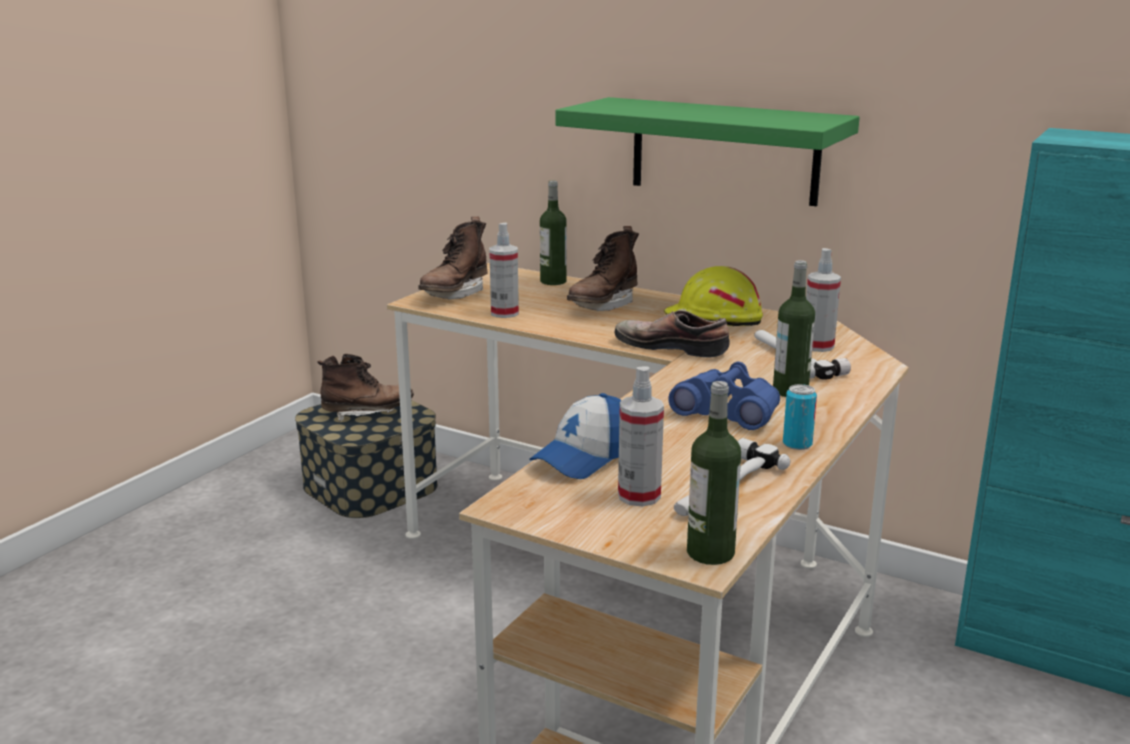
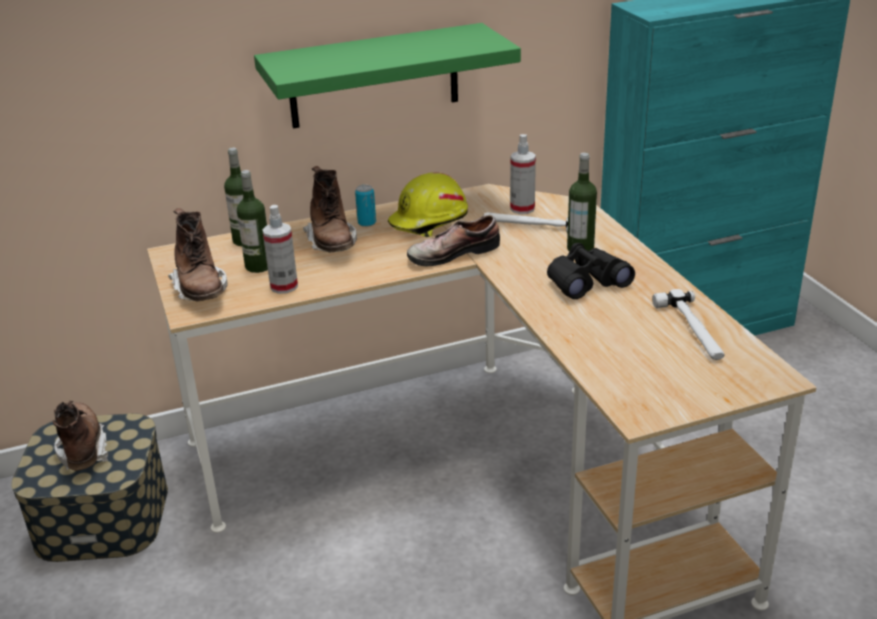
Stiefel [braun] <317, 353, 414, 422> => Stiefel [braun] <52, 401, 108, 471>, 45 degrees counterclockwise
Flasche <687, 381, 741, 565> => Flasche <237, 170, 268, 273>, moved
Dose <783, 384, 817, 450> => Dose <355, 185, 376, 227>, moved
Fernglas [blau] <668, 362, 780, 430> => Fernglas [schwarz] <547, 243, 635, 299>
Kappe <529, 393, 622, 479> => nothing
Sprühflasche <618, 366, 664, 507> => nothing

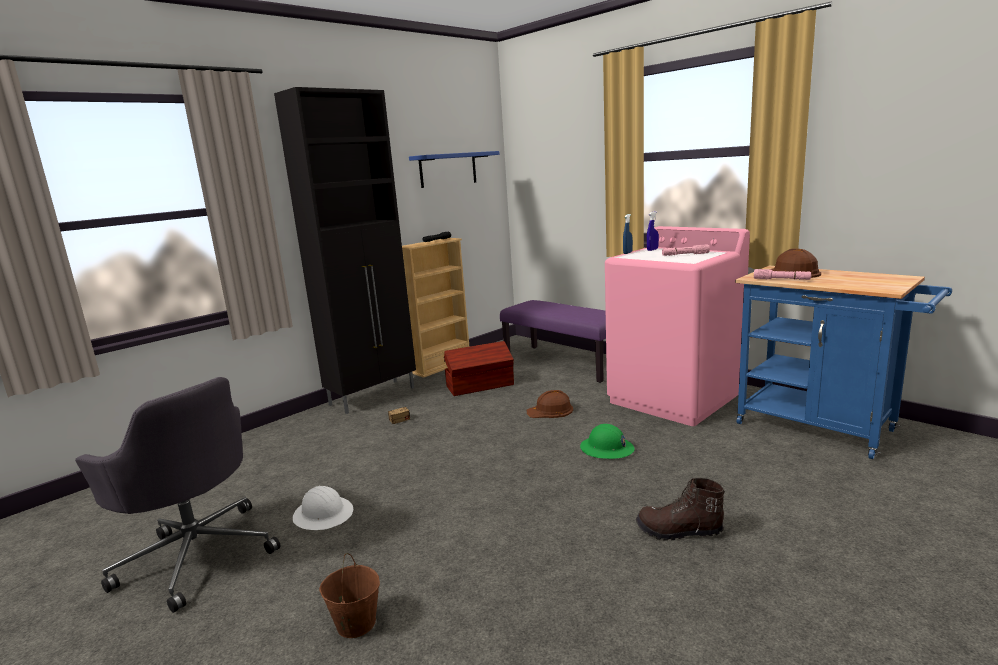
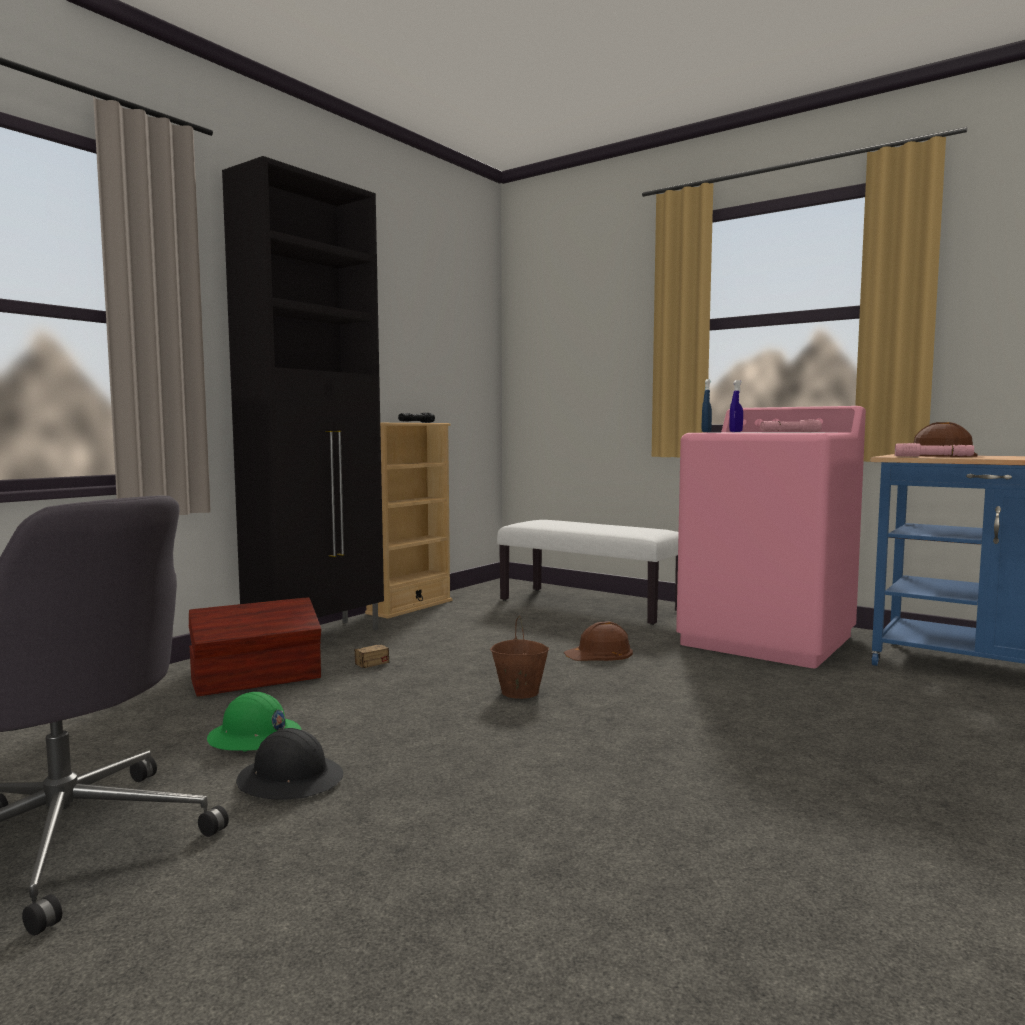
Aufbewahrungsbox [braun] <444, 341, 514, 396> => Aufbewahrungsbox [braun] <189, 597, 321, 696>, moved
Schutzhelm [grün] <580, 424, 635, 459> => Schutzhelm [grün] <207, 692, 301, 752>, moved
Schutzhelm [weiß] <293, 486, 353, 530> => Schutzhelm [schwarz] <236, 728, 343, 800>
Eimer [braun] <319, 553, 380, 638> => Eimer [braun] <490, 616, 549, 699>, moved
Bank [lila] <500, 300, 606, 383> => Bank [weiß] <497, 520, 679, 625>
Wandregal [blau] <409, 151, 500, 188> => nothing
Stiefel [braun] <636, 478, 725, 541> => nothing

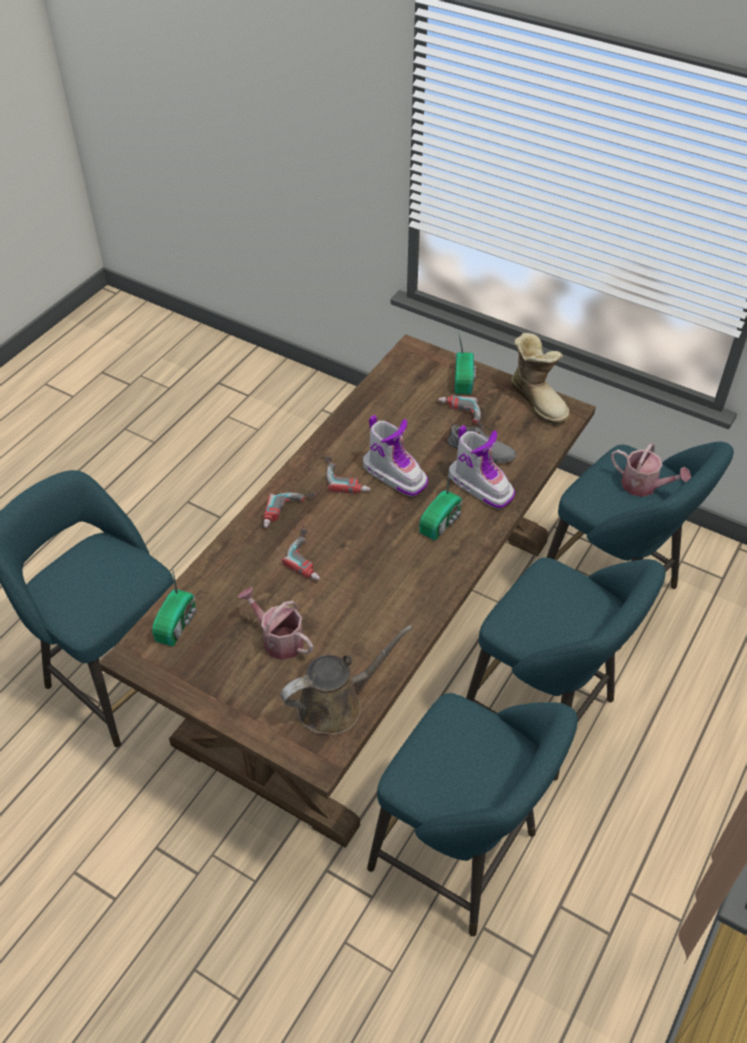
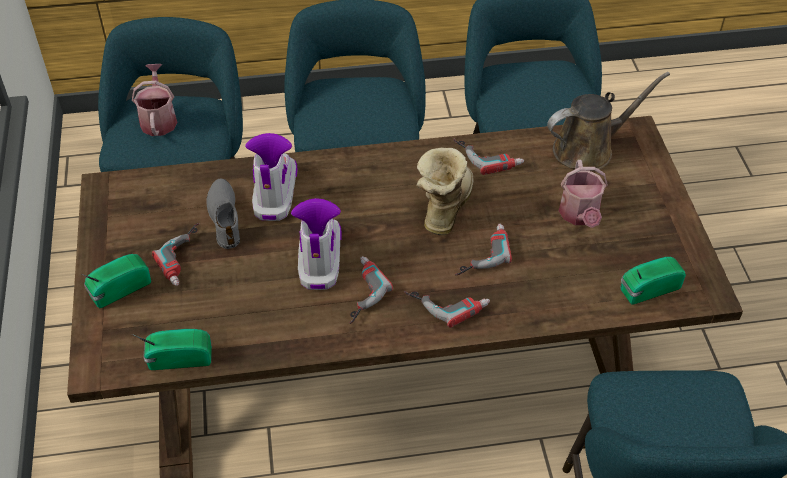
Radio <419, 467, 462, 540> => Radio <132, 329, 212, 370>, moved
Stiefel <511, 333, 570, 425> => Stiefel <416, 148, 474, 235>, moved
nothing => Bohrmaschine <453, 139, 524, 175>
Gießkanne [braun] <281, 625, 413, 735> => Gießkanne [braun] <547, 72, 670, 171>, 135 degrees clockwise

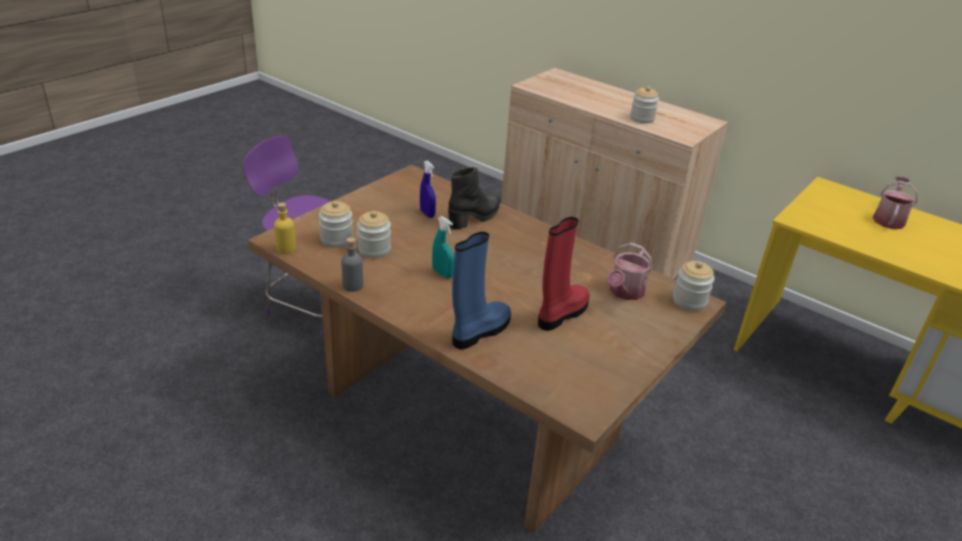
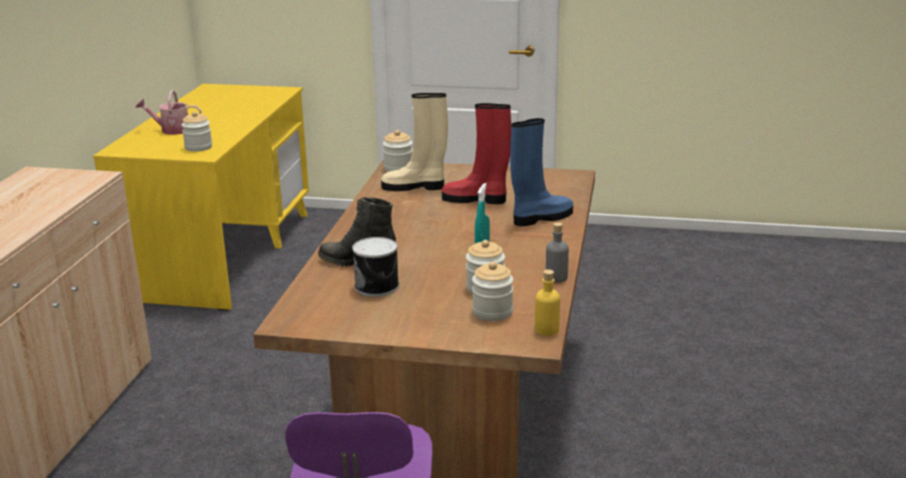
Vorratsglas <630, 86, 659, 123> => Vorratsglas <182, 111, 212, 151>, moved
Sprühflasche [blau] <420, 160, 436, 218> => Dose <352, 237, 399, 297>
Gießkanne <608, 243, 652, 300> => Stiefel [beige] <381, 93, 448, 191>
Stiefel [blau] <452, 232, 511, 349> => Stiefel [blau] <510, 118, 573, 226>, 135 degrees clockwise

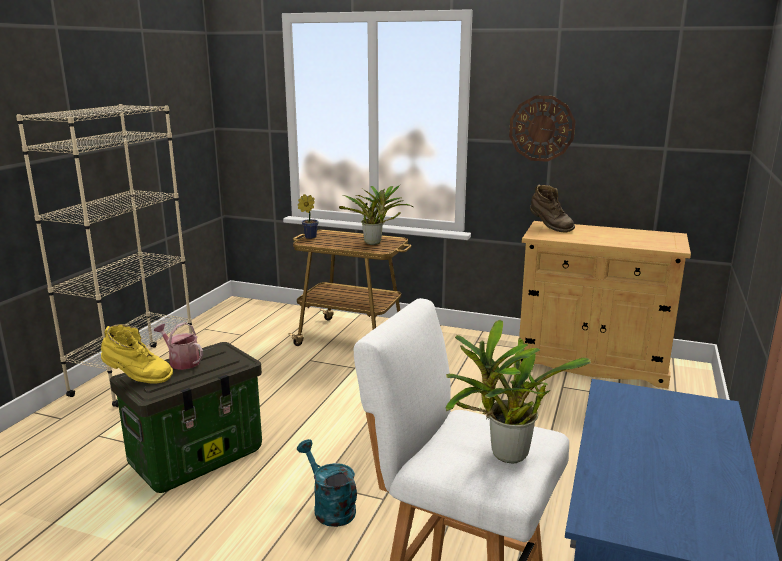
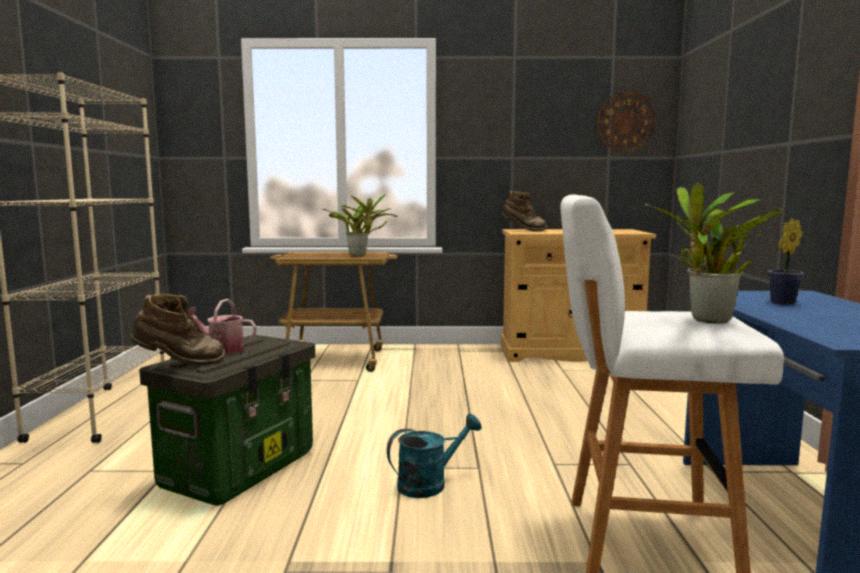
Stiefel [gelb] <101, 324, 173, 383> => Stiefel [braun] <131, 294, 225, 365>
Gießkanne [türkis] <297, 439, 357, 527> => Gießkanne [türkis] <387, 414, 482, 498>, 120 degrees clockwise
Wanduhr <509, 96, 576, 162> => Wanduhr <597, 92, 656, 152>, moved
Topfpflanze <297, 194, 319, 239> => Topfpflanze <768, 218, 804, 305>, moved

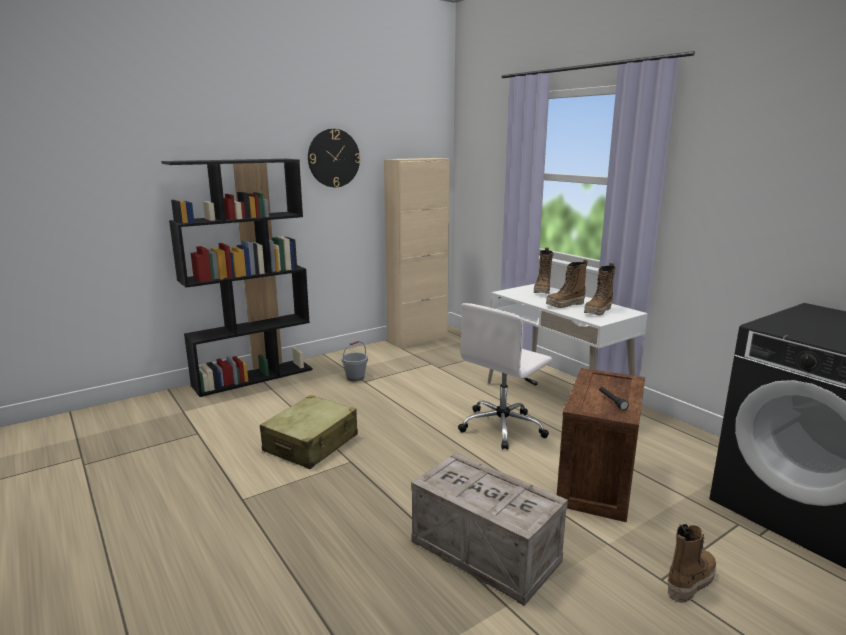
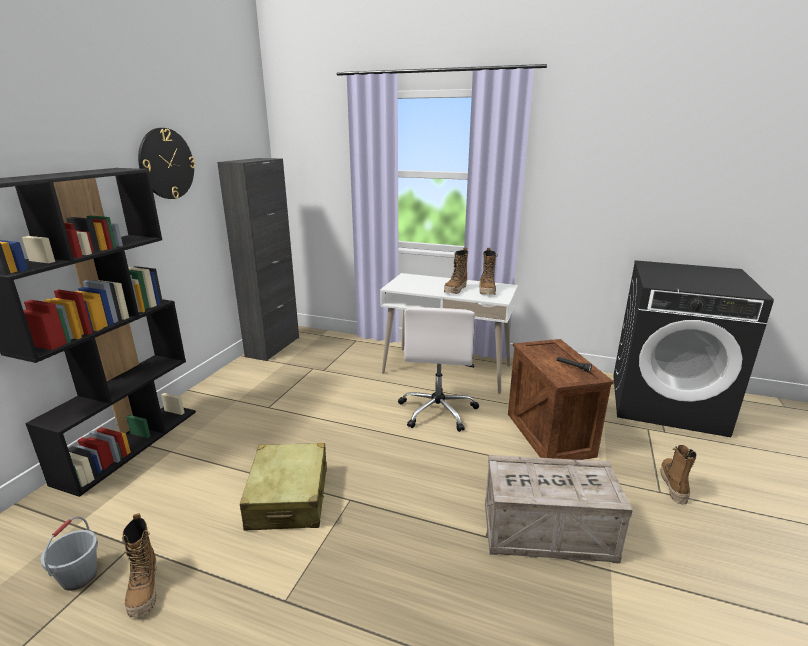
Eimer [grau] <341, 341, 368, 381> => Eimer [grau] <40, 517, 98, 591>, moved
Stiefel <534, 247, 554, 294> => Stiefel <122, 513, 157, 617>, moved
Schrank [beige] <384, 158, 450, 349> => Schrank [schwarz] <217, 158, 299, 361>

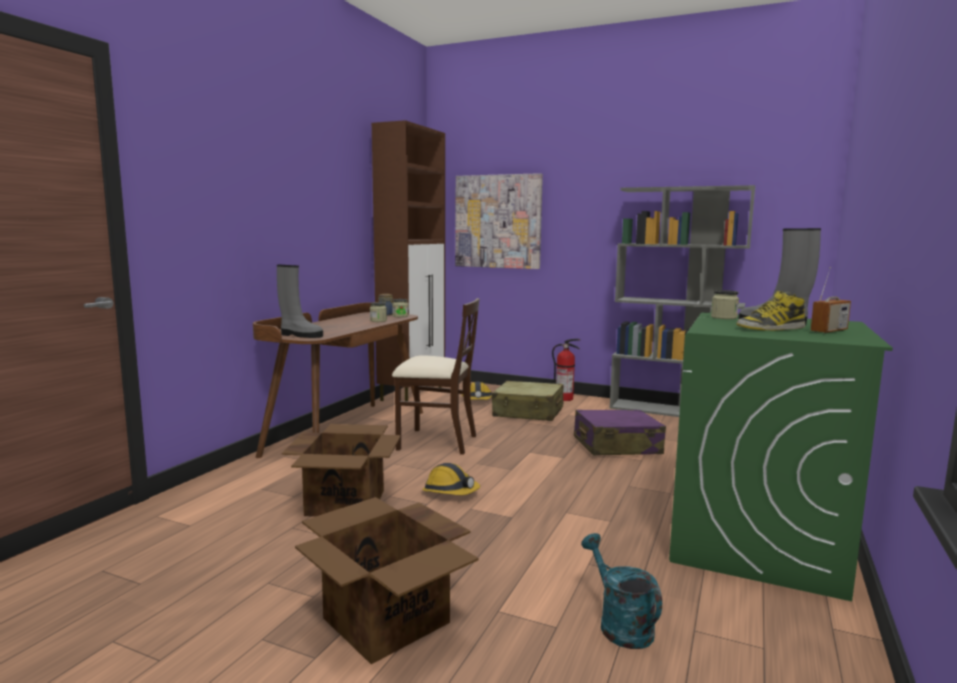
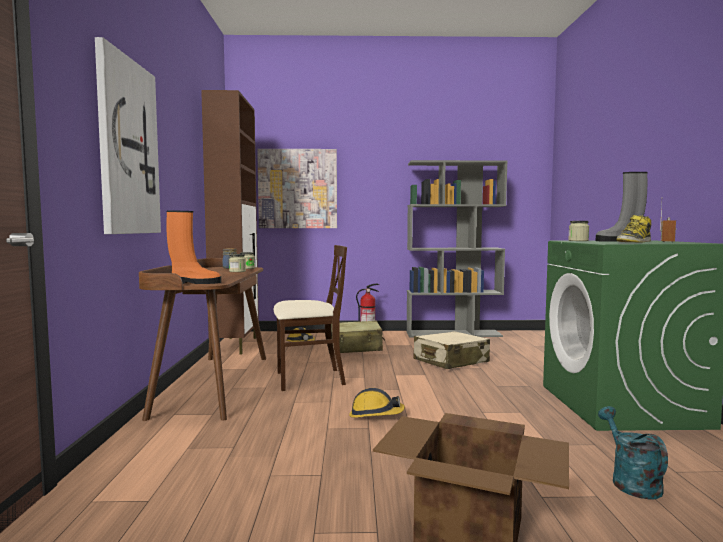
nothing => Bild <95, 37, 161, 234>
Stiefel [grau] <277, 265, 323, 338> => Stiefel [orange] <167, 210, 221, 284>
Koffer [lila] <574, 410, 666, 455> => Koffer [beige] <413, 331, 490, 369>
Gießkanne [türkis] <581, 533, 662, 649> => Gießkanne [türkis] <598, 406, 668, 500>, 45 degrees clockwise
Karton <281, 424, 401, 517> => nothing

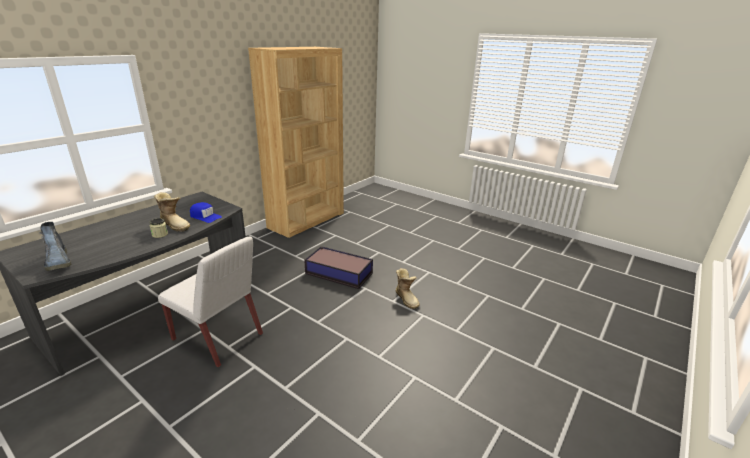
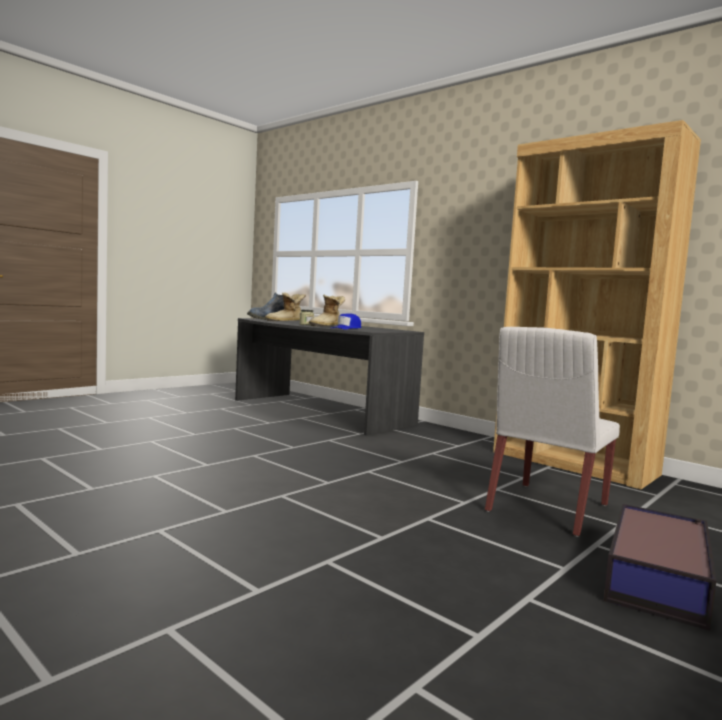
Stiefel <396, 268, 420, 309> => Stiefel <265, 292, 306, 321>, moved
Stuhl [weiß] <158, 236, 263, 367> => Stuhl [weiß] <485, 327, 620, 537>, moved
Aufbewahrungsbox <304, 246, 373, 289> => Aufbewahrungsbox <604, 504, 716, 631>, moved

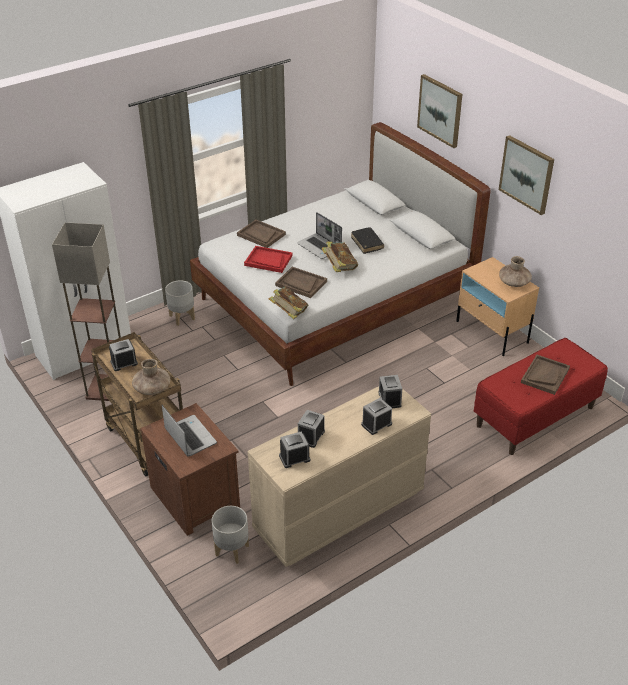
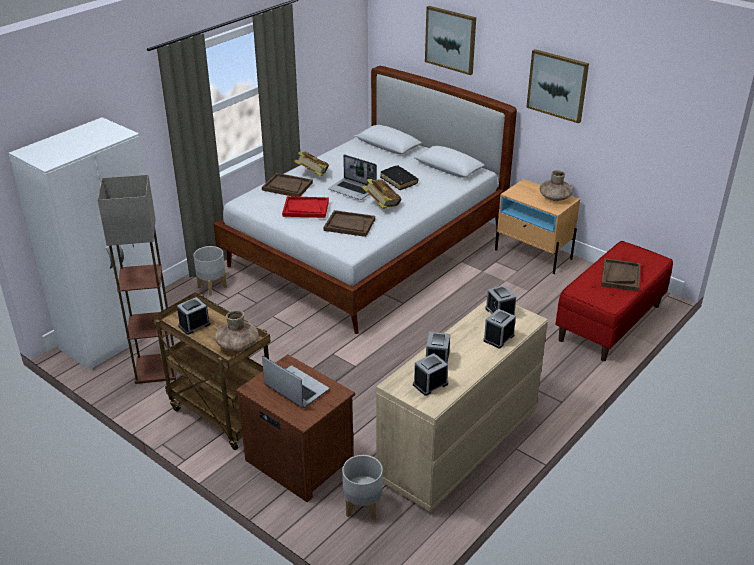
Buch <269, 286, 308, 319> => Buch <294, 152, 329, 176>, moved

